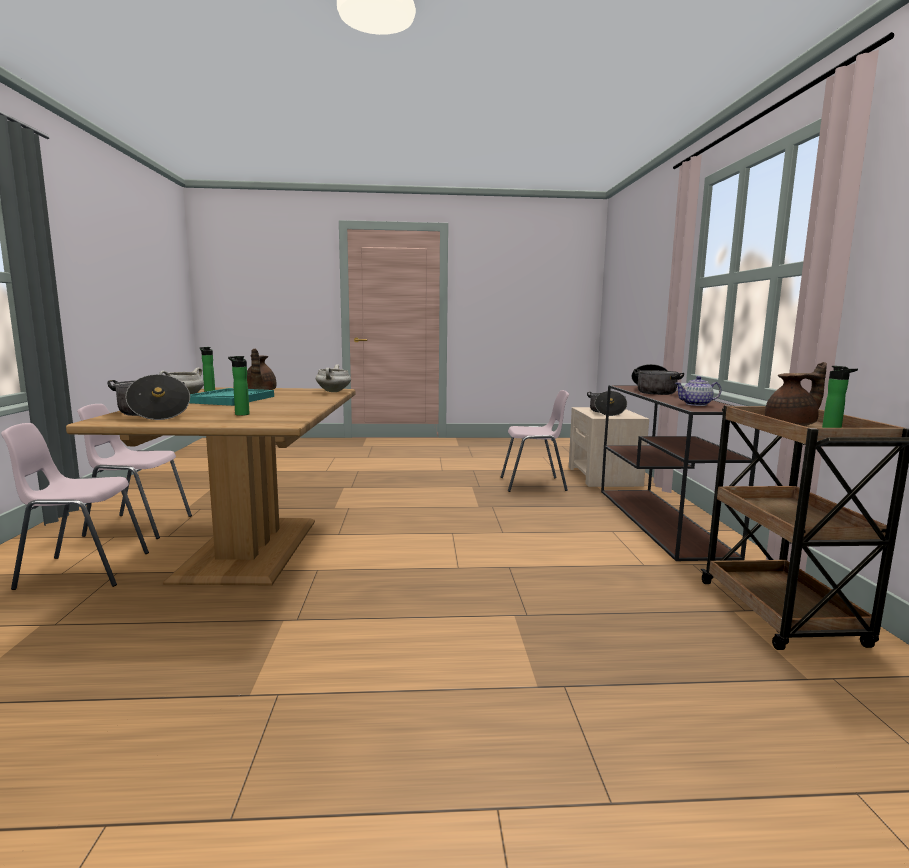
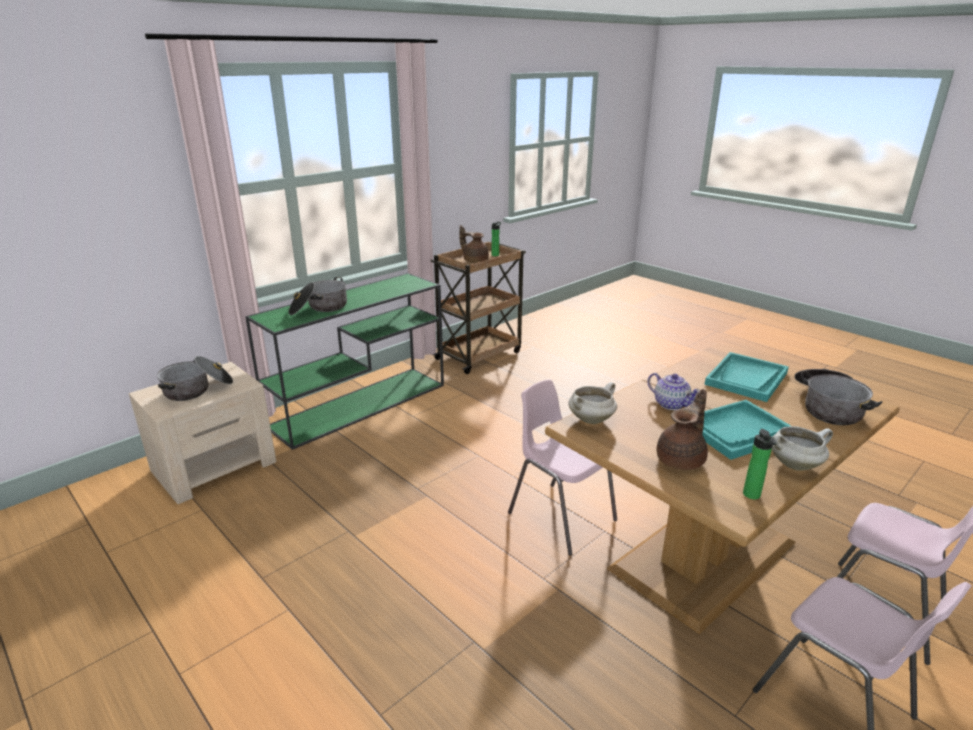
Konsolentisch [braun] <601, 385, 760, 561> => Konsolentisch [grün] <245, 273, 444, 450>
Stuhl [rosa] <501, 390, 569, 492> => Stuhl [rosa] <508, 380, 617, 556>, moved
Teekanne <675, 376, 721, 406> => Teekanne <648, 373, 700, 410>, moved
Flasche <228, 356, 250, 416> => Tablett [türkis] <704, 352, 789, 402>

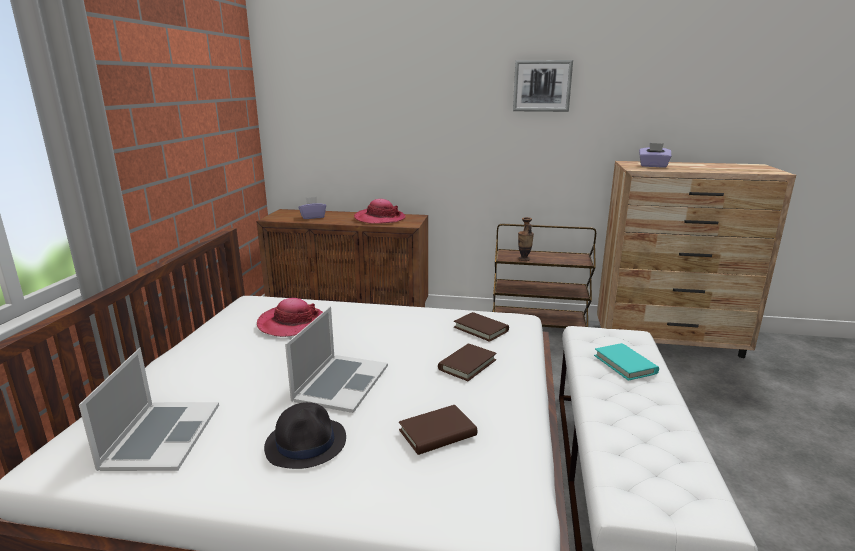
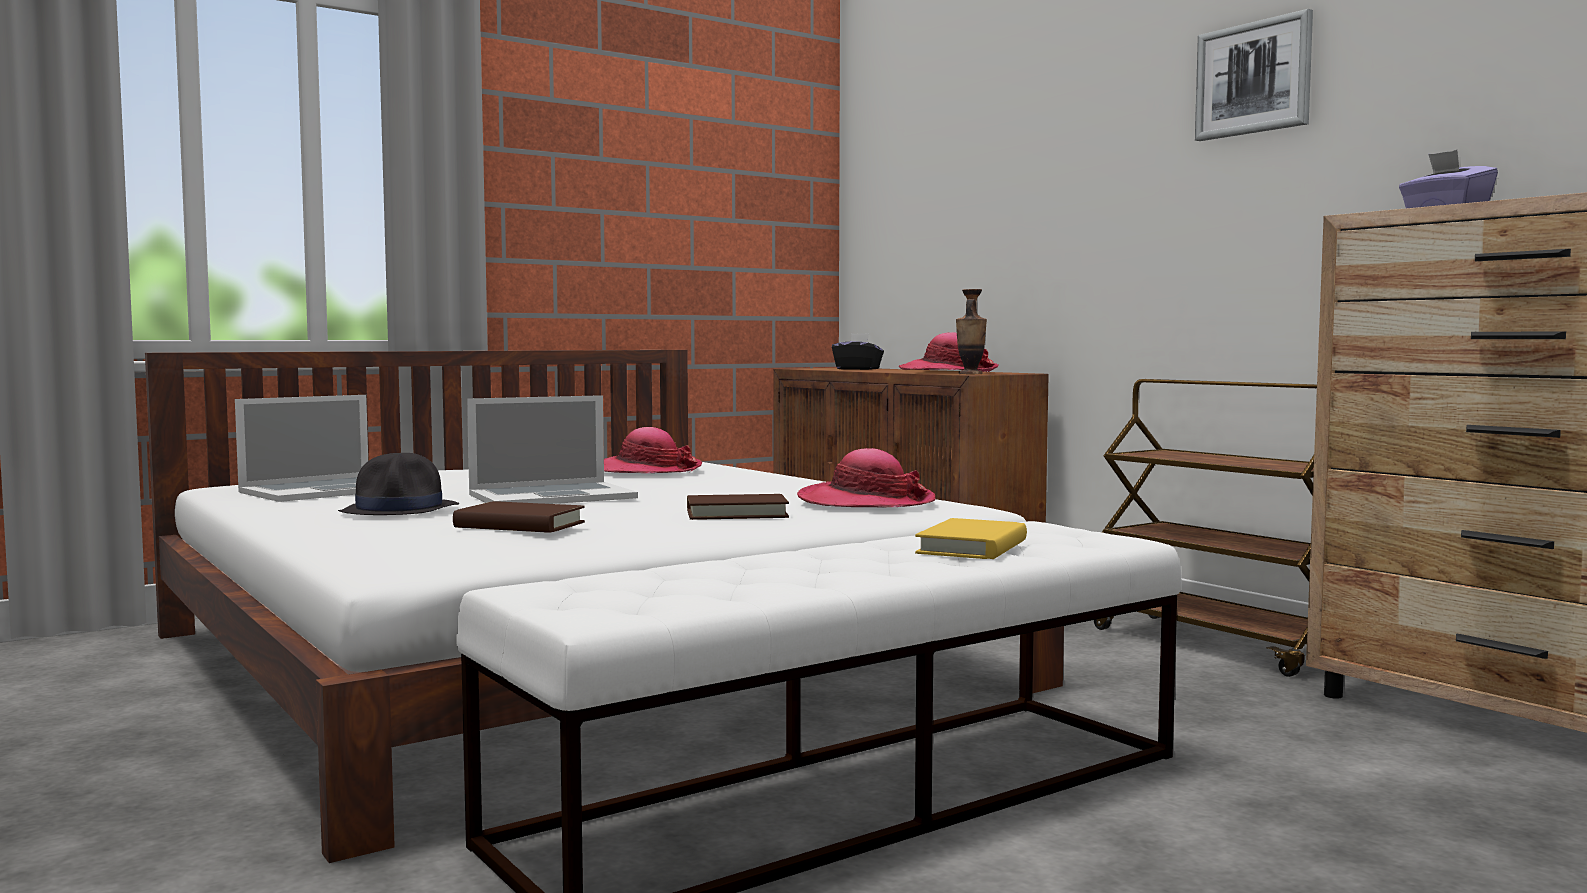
Buch [braun] <454, 312, 509, 342> => Hut <797, 448, 936, 507>
Taschentuchbox [lila] <298, 197, 326, 219> => Taschentuchbox [schwarz] <832, 333, 884, 370>
Buch [türkis] <594, 343, 659, 381> => Buch [gelb] <915, 518, 1027, 559>
Vase <518, 217, 534, 261> => Vase <956, 289, 987, 374>, moved

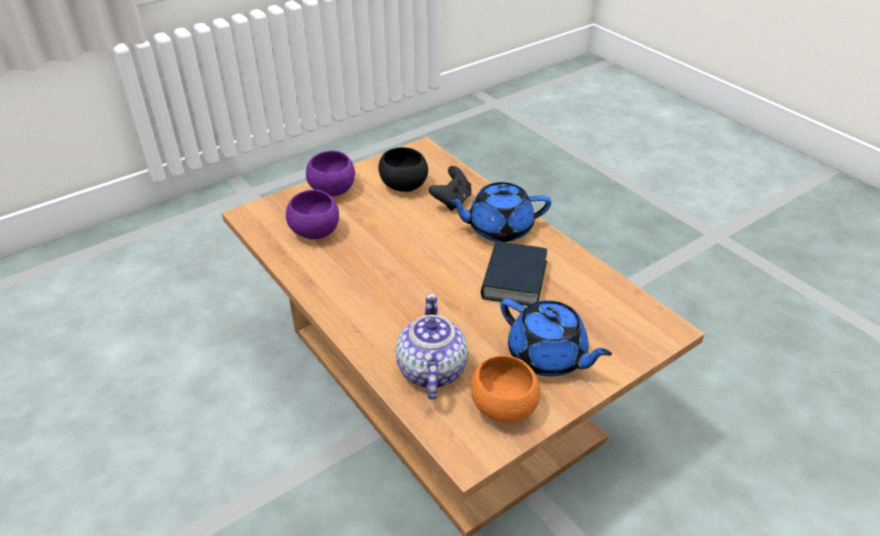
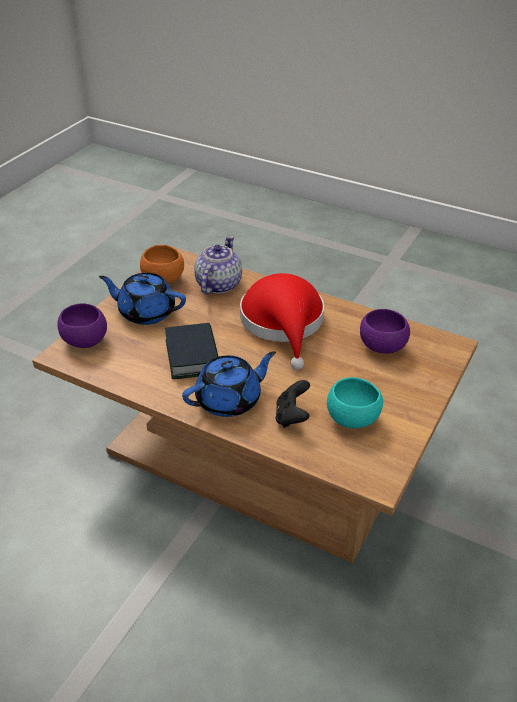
Schüssel [lila] <306, 150, 355, 196> => Schüssel [lila] <57, 304, 107, 348>, moved
Teekanne <396, 293, 468, 400> => Teekanne <194, 236, 242, 295>, 135 degrees counterclockwise
nothing => Hut [rot] <240, 273, 324, 370>
Schüssel [schwarz] <378, 147, 428, 192> => Schüssel [türkis] <327, 377, 383, 428>

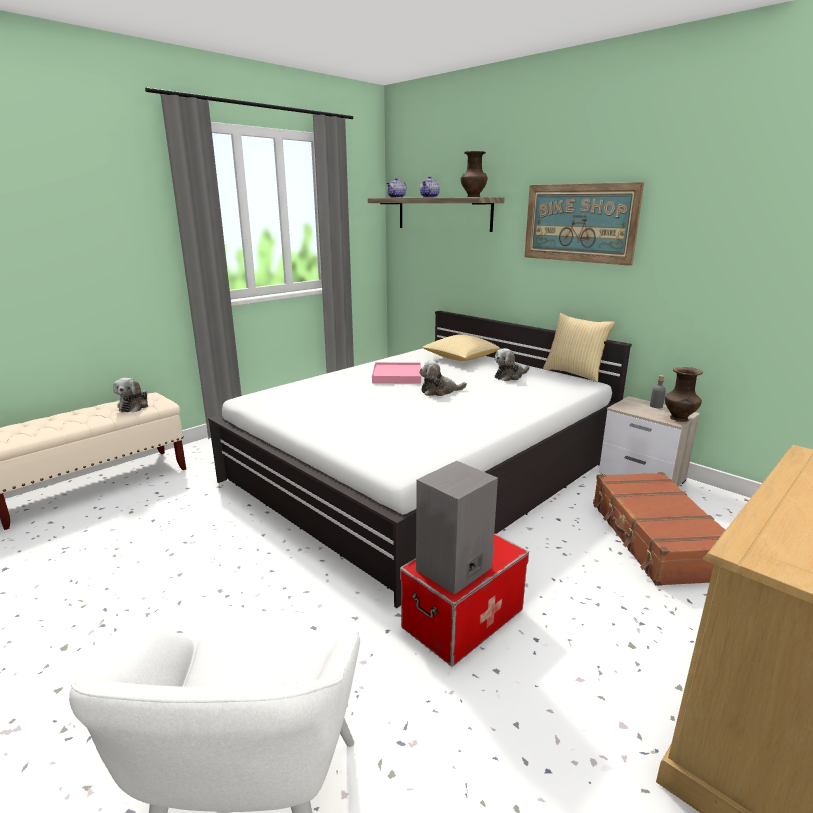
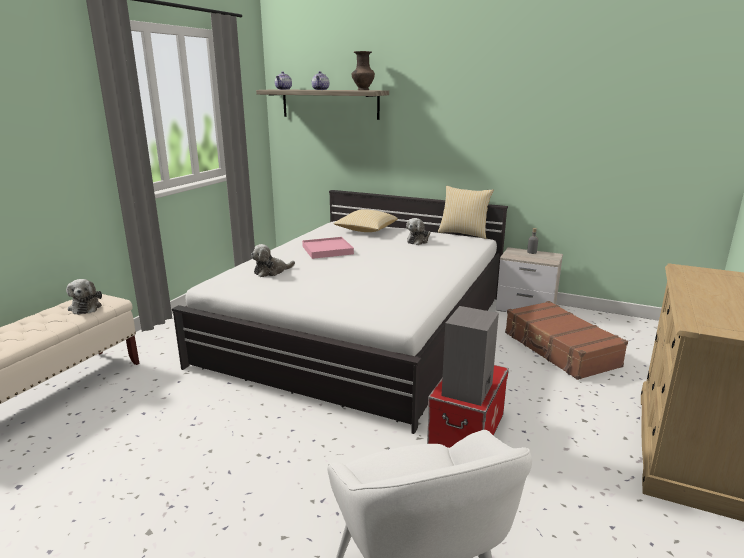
Plüschtier <419, 360, 467, 396> => Plüschtier <251, 244, 295, 277>, moved
Bild <524, 182, 644, 266> => nothing
Vase [braun] <665, 367, 703, 422> => nothing

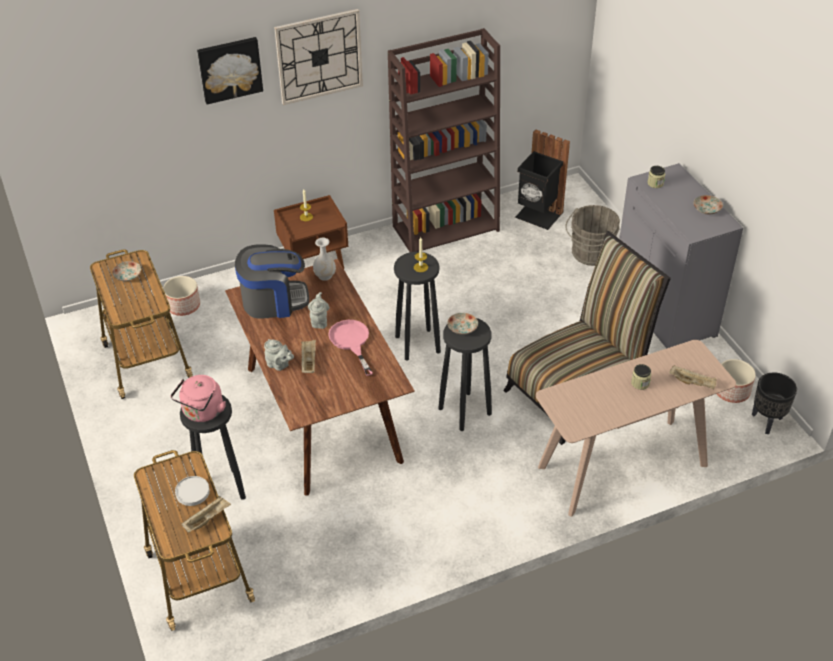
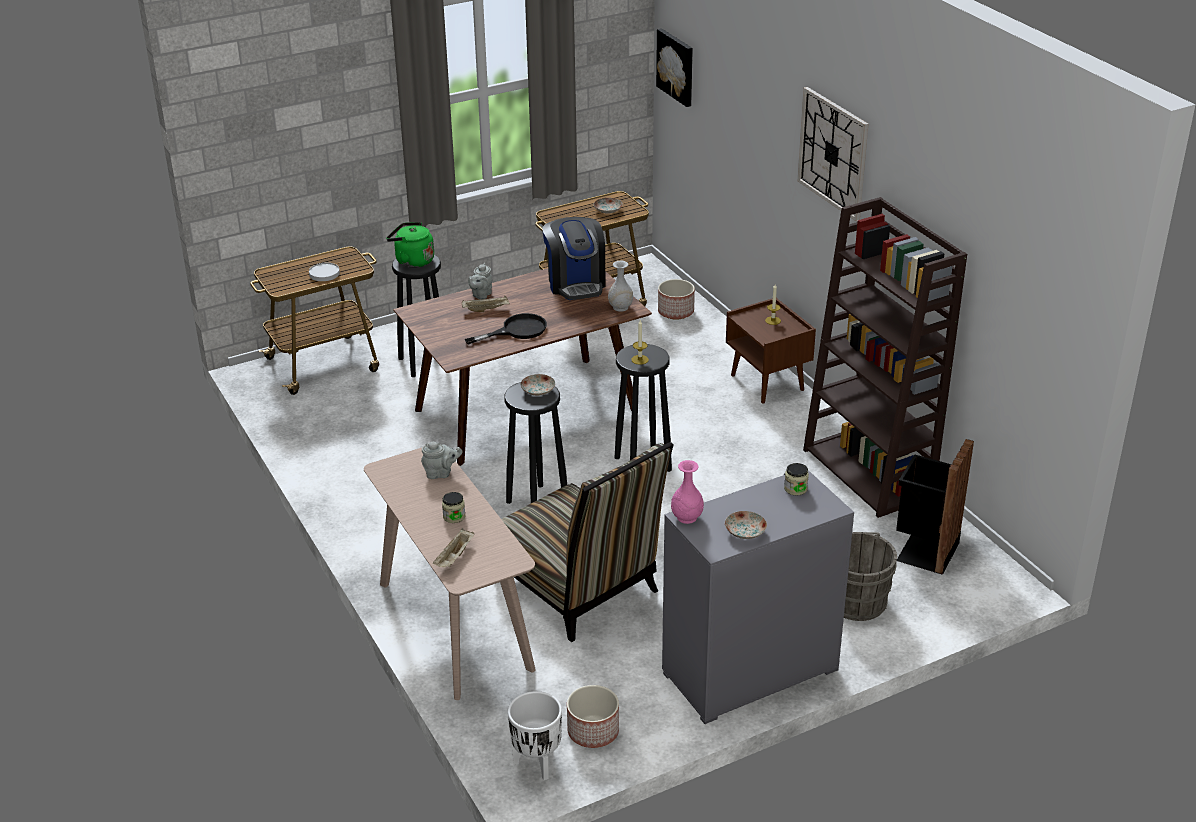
Wasserkessel [rosa] <171, 375, 226, 422> => Wasserkessel [grün] <386, 222, 434, 268>
Teekanne [grau] <308, 292, 330, 329> => Teekanne [grau] <421, 442, 463, 479>, moved
Pfanne [rosa] <328, 320, 373, 376> => Pfanne [schwarz] <464, 313, 547, 345>
Pflanzkübel [schwarz] <752, 372, 797, 434> => Pflanzkübel [weiß] <508, 691, 562, 780>
Bild <197, 37, 263, 104> => Bild <656, 28, 693, 107>, moved
nothing => Vase [rosa] <671, 460, 704, 524>
Tablett [beige] <181, 496, 231, 533> => nothing

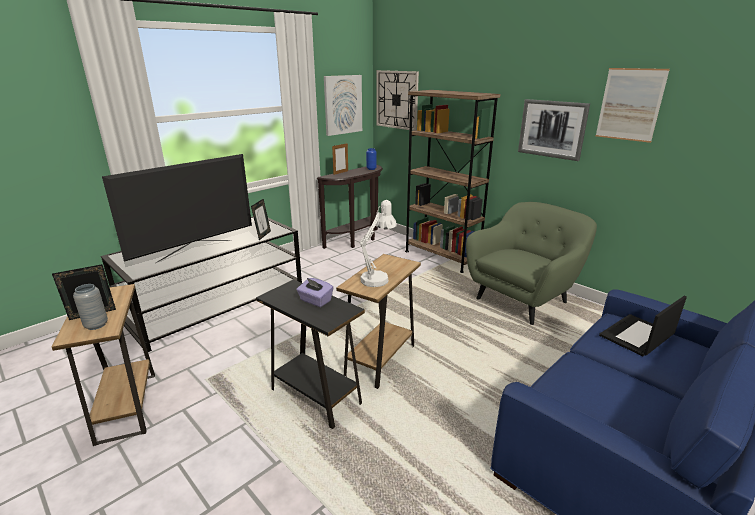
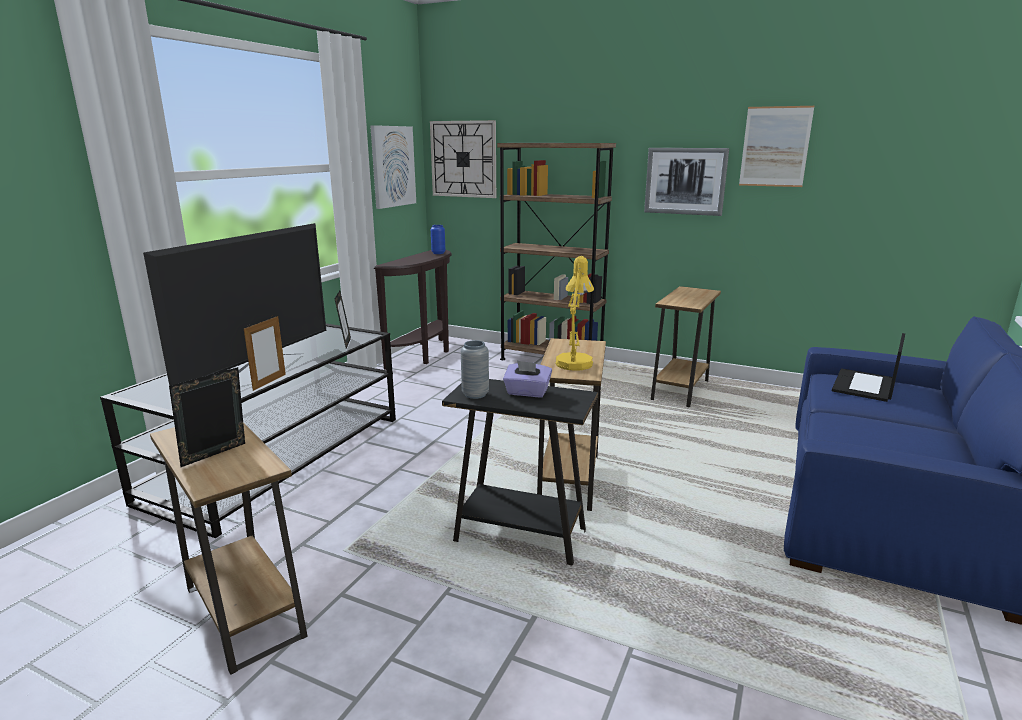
Bilderrahmen <332, 143, 348, 175> => Bilderrahmen <244, 316, 286, 391>, moved
Vase [grau] <73, 284, 108, 330> => Vase [grau] <461, 340, 489, 399>, moved
Tischlampe [weiß] <359, 200, 397, 287> => Tischlampe [gelb] <555, 256, 594, 371>
Sessel [grün] <466, 202, 597, 325> => Beistelltisch [braun] <651, 286, 721, 407>

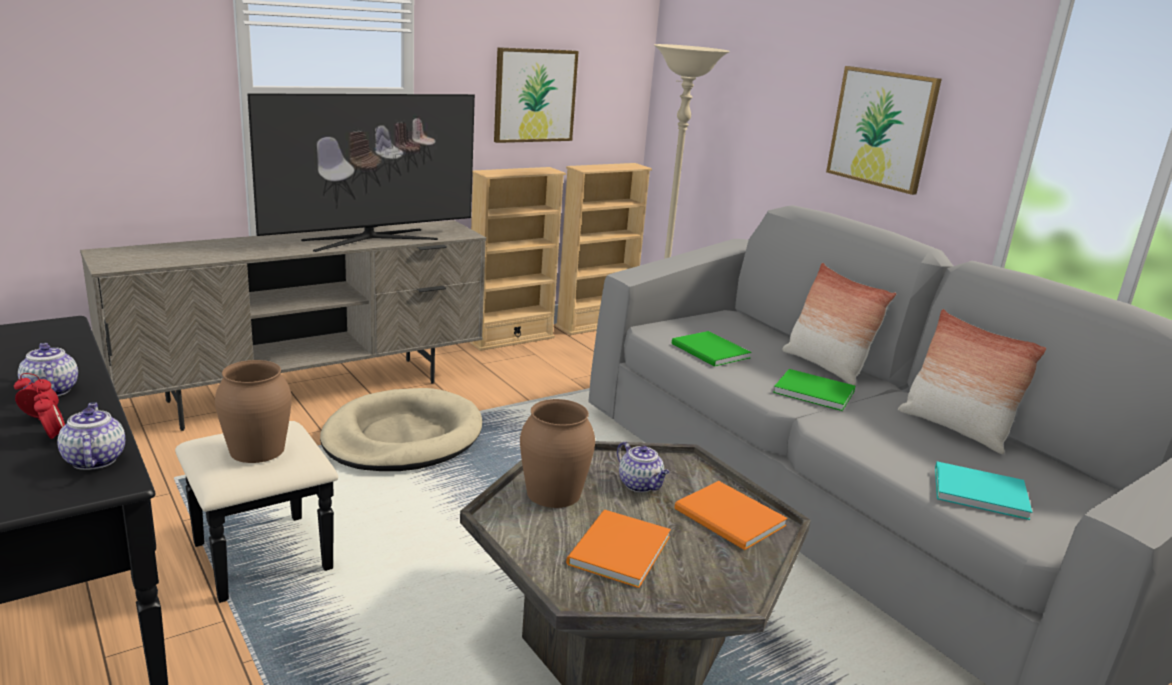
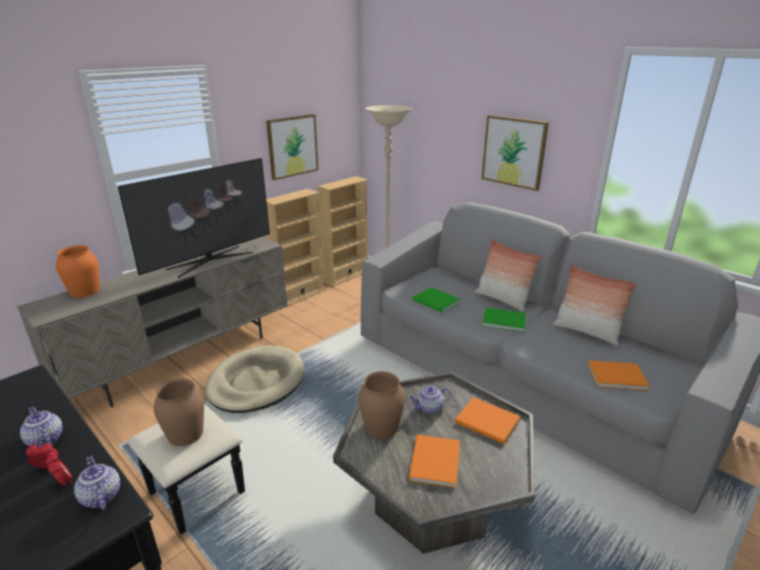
nothing => Vase [orange] <56, 245, 100, 298>
Teekanne <617, 441, 669, 492> => Teekanne <410, 386, 451, 415>, 120 degrees clockwise
Buch [türkis] <935, 461, 1032, 520> => Buch [orange] <588, 360, 650, 391>

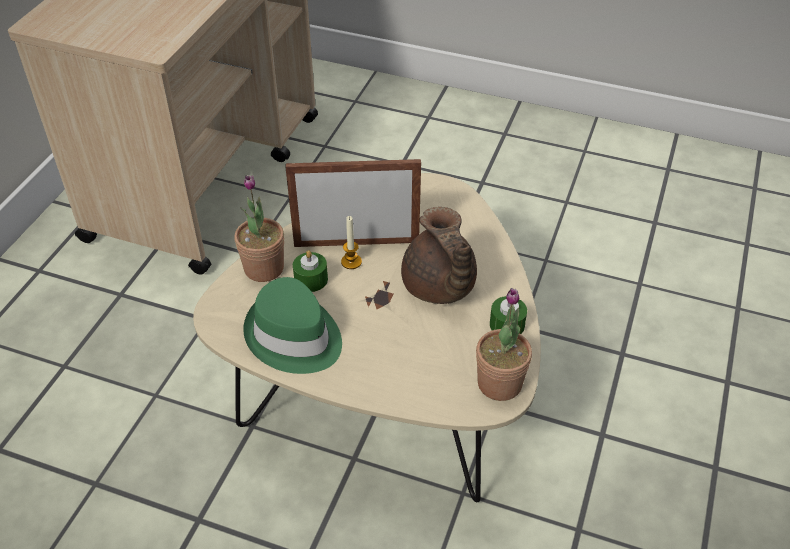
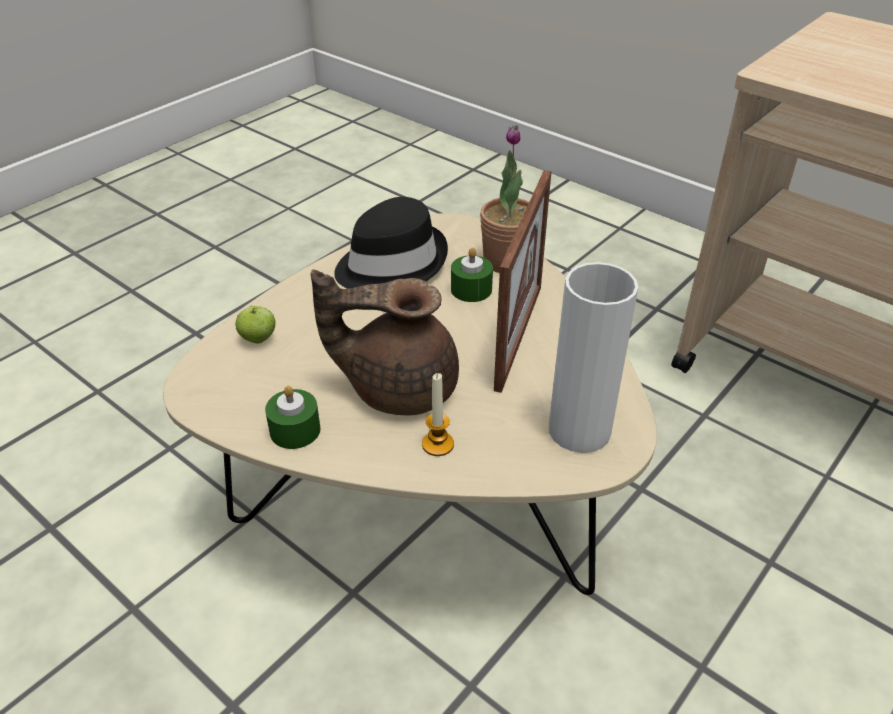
nothing => Apfel <235, 306, 276, 344>
Hut [grün] <243, 277, 342, 374> => Hut [schwarz] <334, 197, 448, 289>
Kerze <341, 216, 362, 269> => Kerze <422, 373, 454, 456>, moved
nothing => Vase [weiß] <549, 262, 638, 453>
Topfpflanze <476, 288, 532, 401> => nothing

